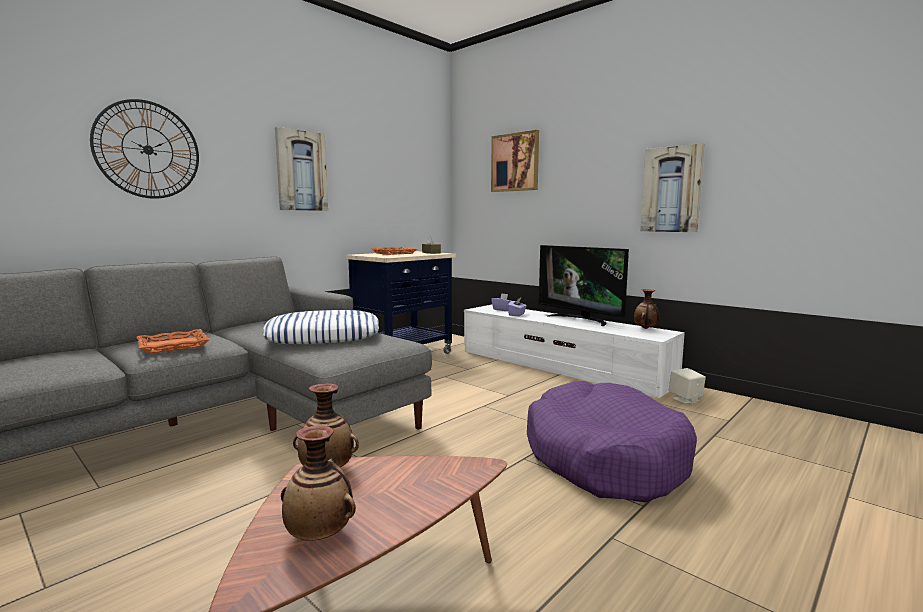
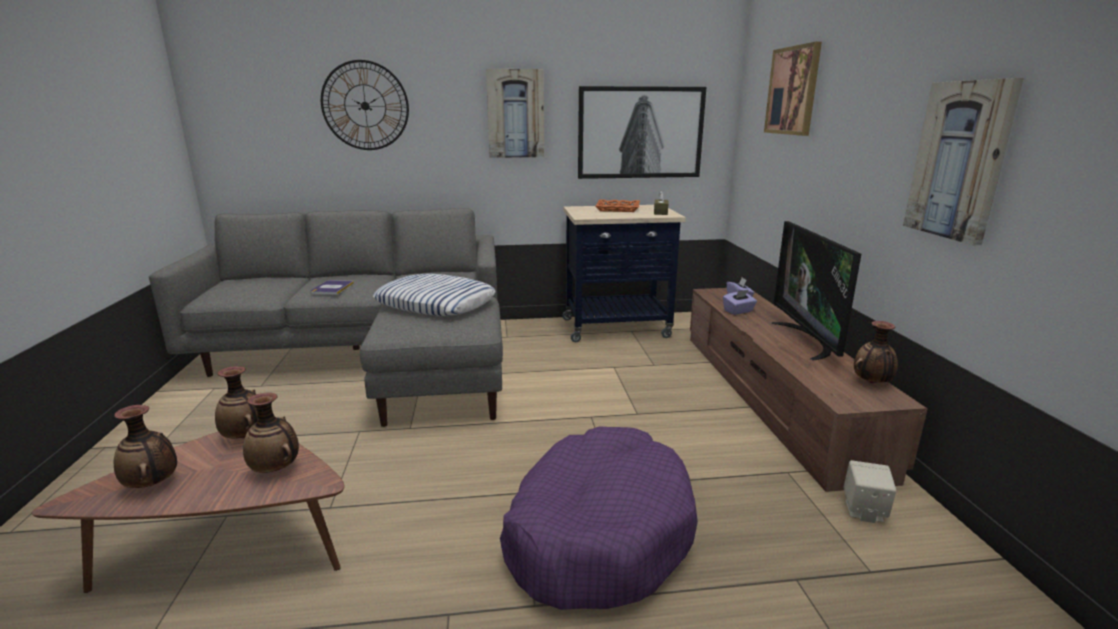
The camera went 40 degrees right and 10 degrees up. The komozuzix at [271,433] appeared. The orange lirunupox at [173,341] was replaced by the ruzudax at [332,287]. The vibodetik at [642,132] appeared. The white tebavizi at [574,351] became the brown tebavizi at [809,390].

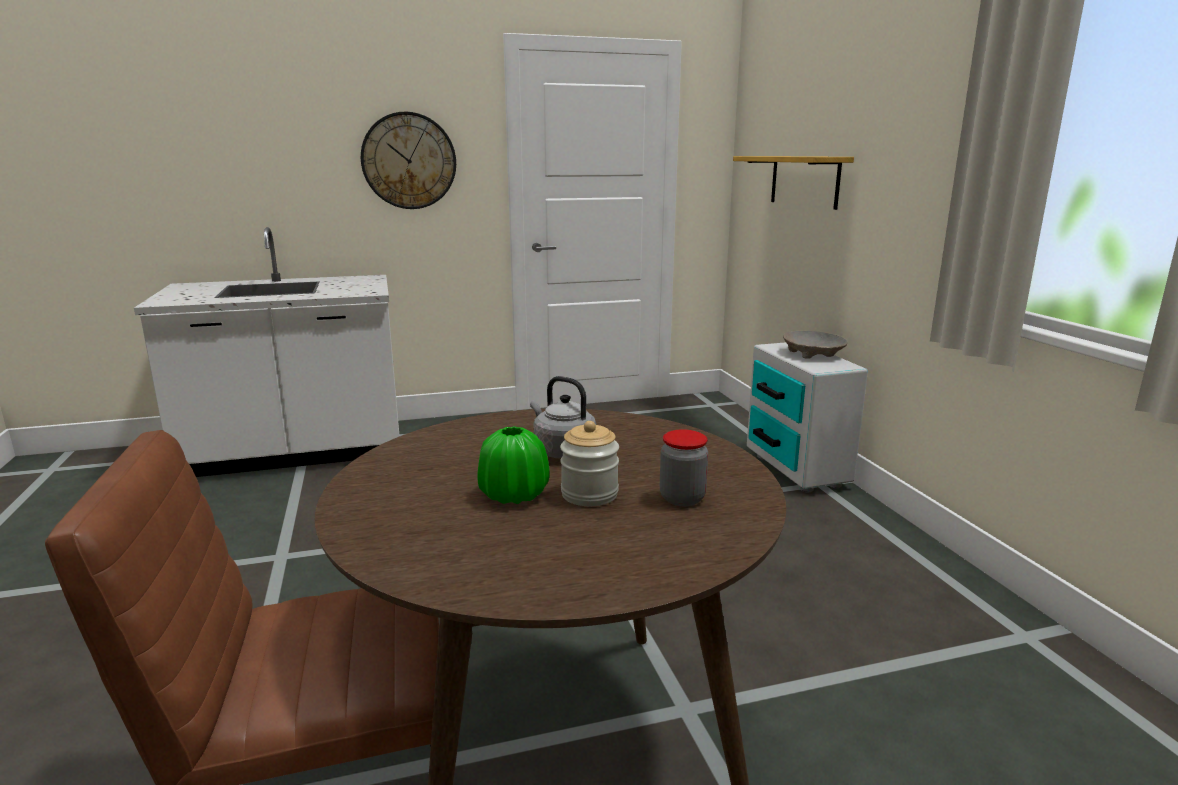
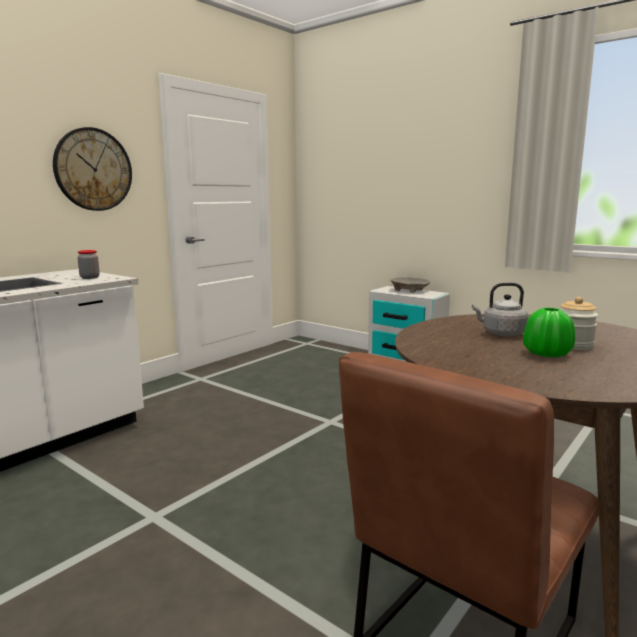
The camera went 35 degrees left and 5 degrees down. The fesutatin moved from [684,467] to [88,264]. The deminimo at [793,183] disappeared.

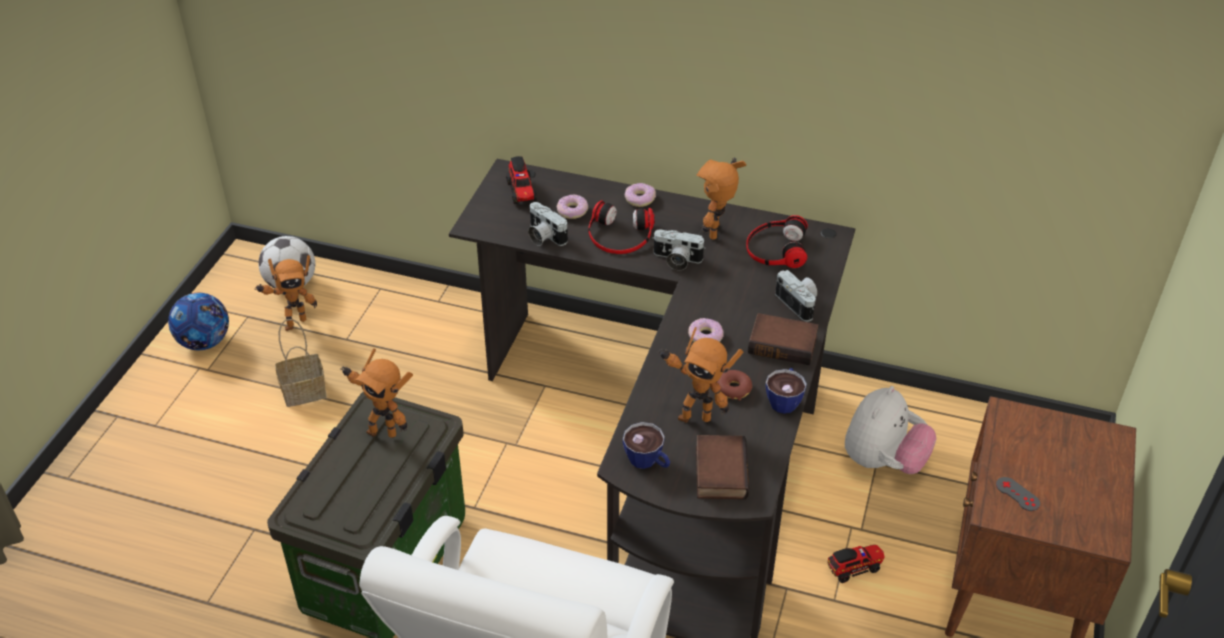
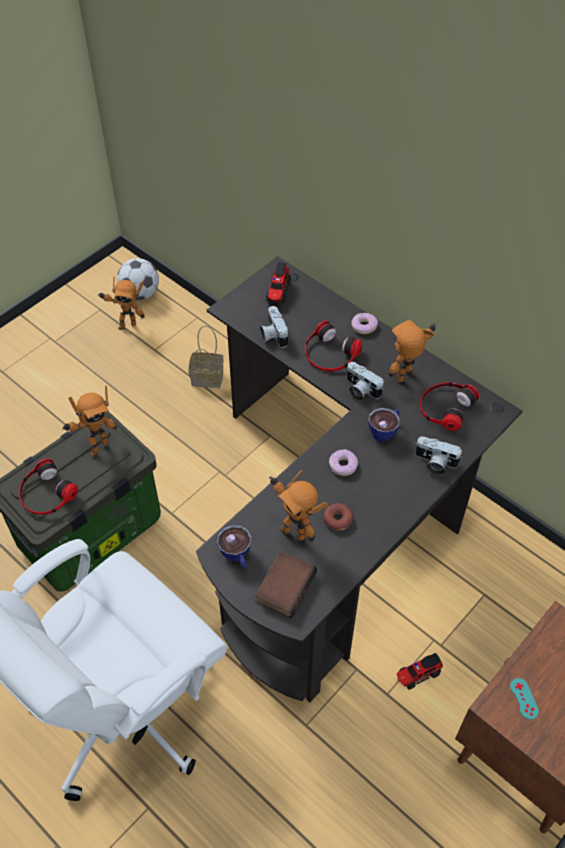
The camera went 25 degrees right and 10 degrees up. The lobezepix at [48,487] appeared. The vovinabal at [376,393] turned 90 degrees counterclockwise. The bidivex moved from [301,363] to [206,357]. The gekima moved from [786,391] to [384,425]. The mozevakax at [856,564] turned 150 degrees clockwise. The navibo at [796,296] turned 120 degrees clockwise. The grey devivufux at [1018,494] became the turquoise devivufux at [524,699]. The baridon at [198,321] disappeared. The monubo at [572,206] disappeared. The ruzudax at [783,339] disappeared. The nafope at [891,430] disappeared.

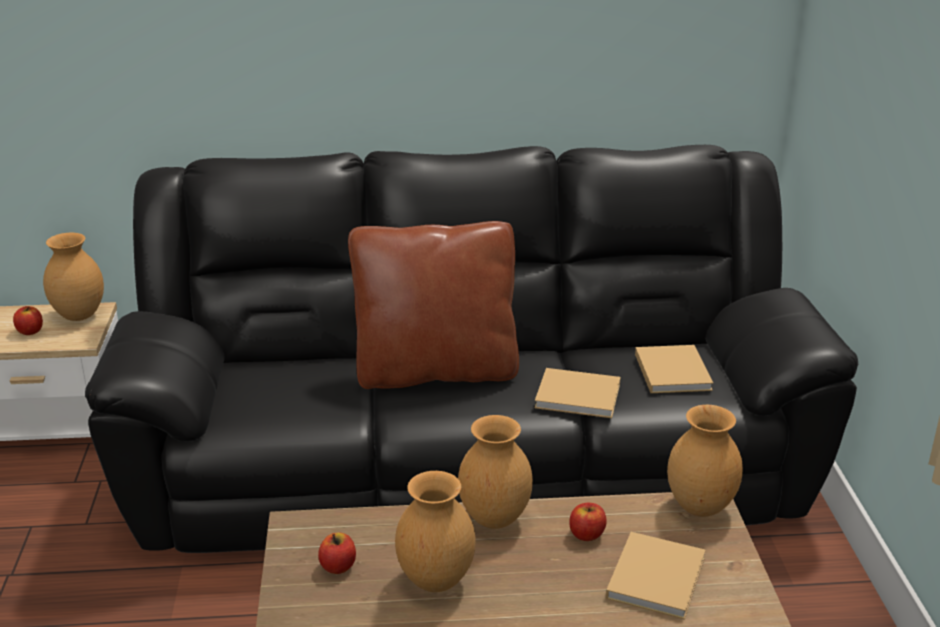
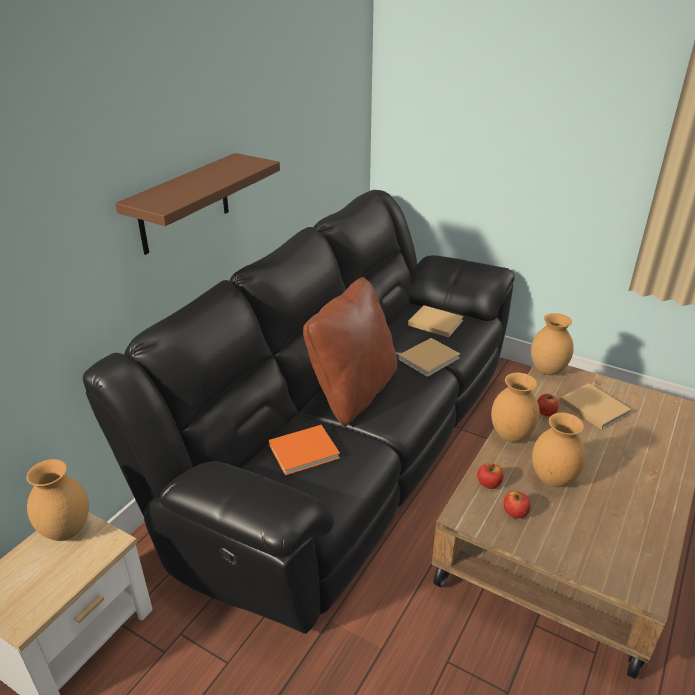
The camera went 55 degrees left and 5 degrees up. The brown deminimo at [197,204] appeared. The orange ruzudax at [304,450] appeared. The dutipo moved from [28,320] to [490,476].

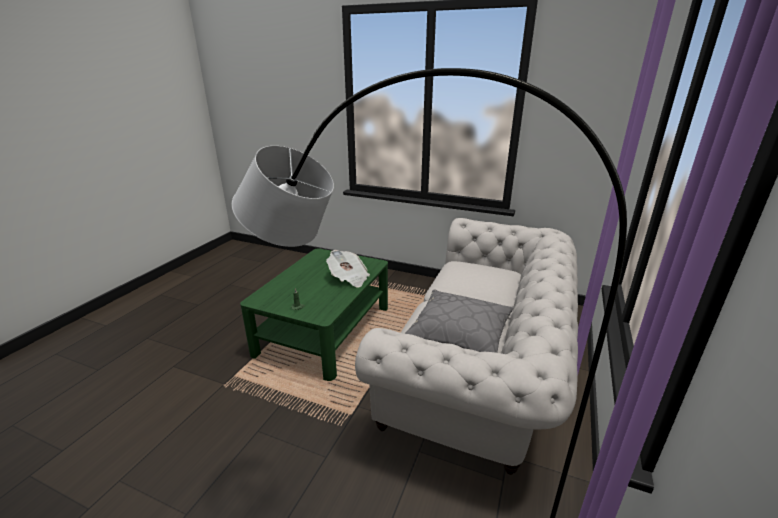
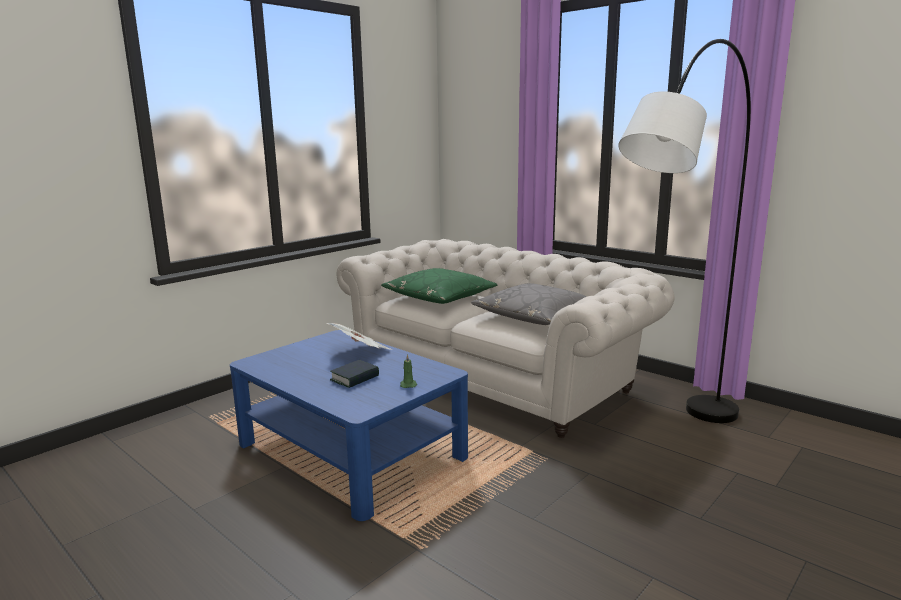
The camera went 70 degrees left and 10 degrees down. The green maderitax at [314,314] became the blue maderitax at [349,425]. The ruzudax at [354,374] appeared. The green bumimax at [439,286] appeared.

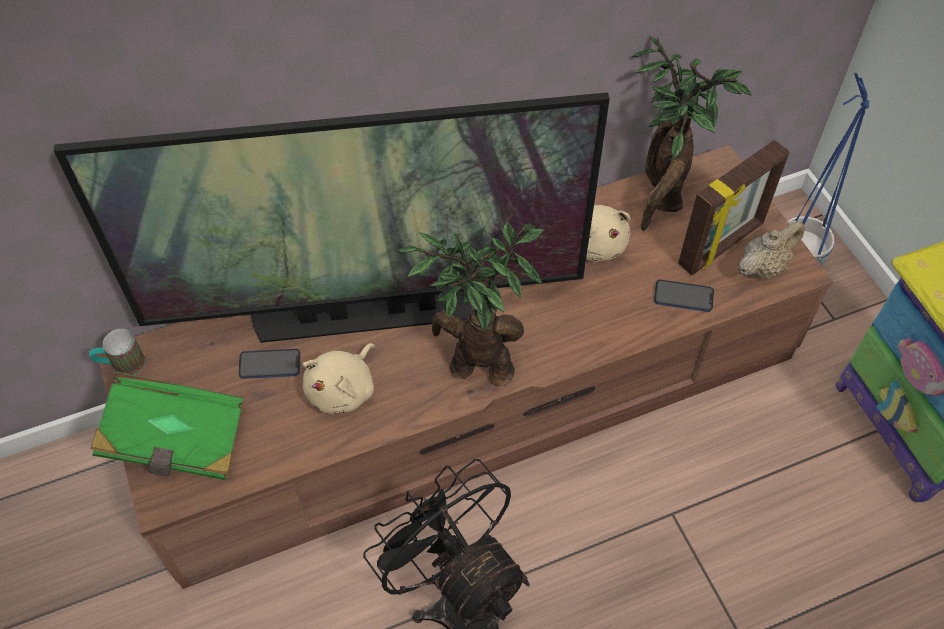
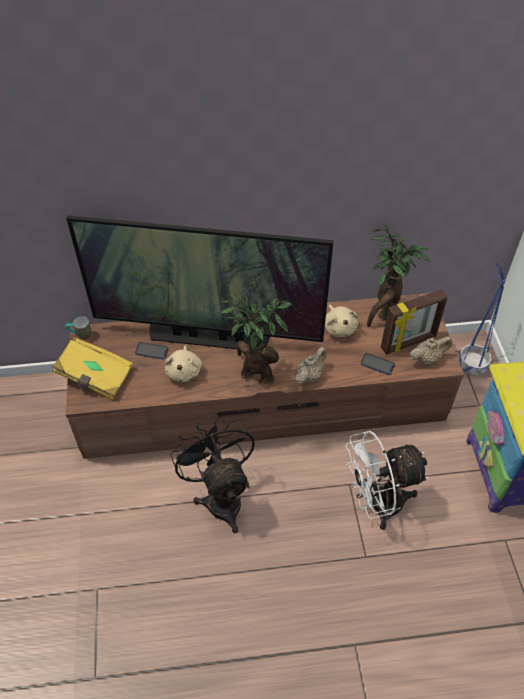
The camera went 15 degrees right and 5 degrees down. The green ruzudax at [167,426] became the yellow ruzudax at [93,367]. The beige nafope at [338,378] turned 45 degrees counterclockwise. The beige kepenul at [311,365] appeared. The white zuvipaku at [387,480] appeared.

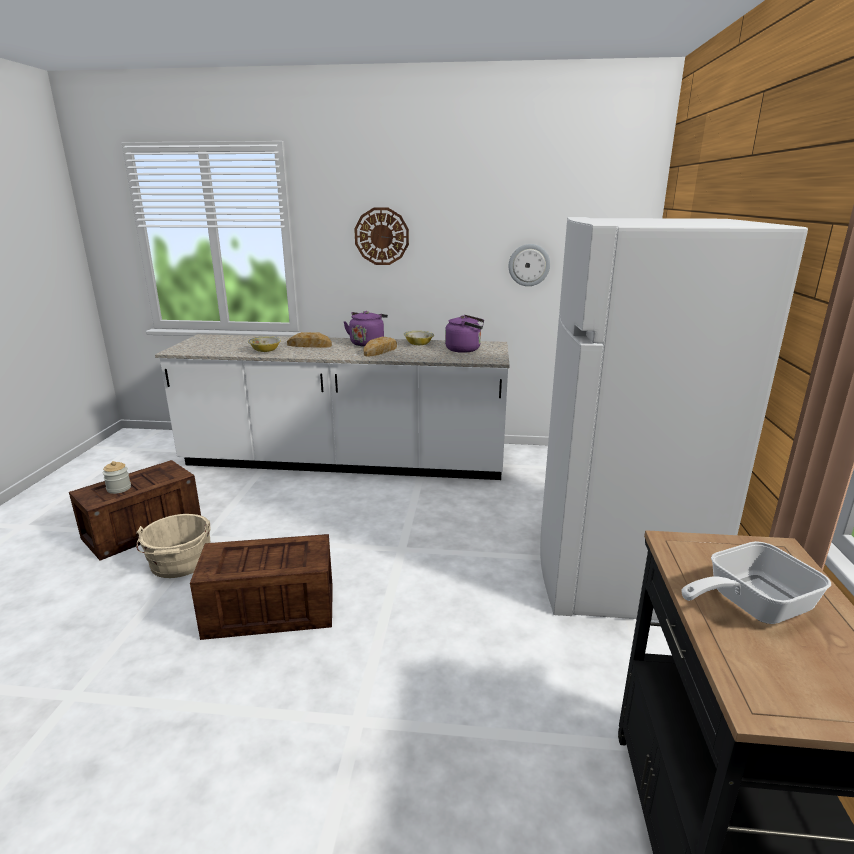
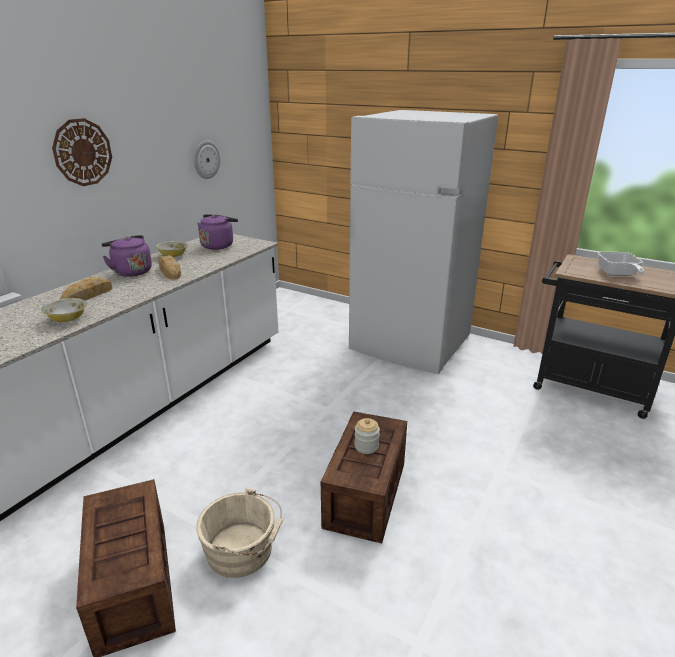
The camera went 65 degrees left and 5 degrees up. The fesutatin moved from [117,477] to [367,436].

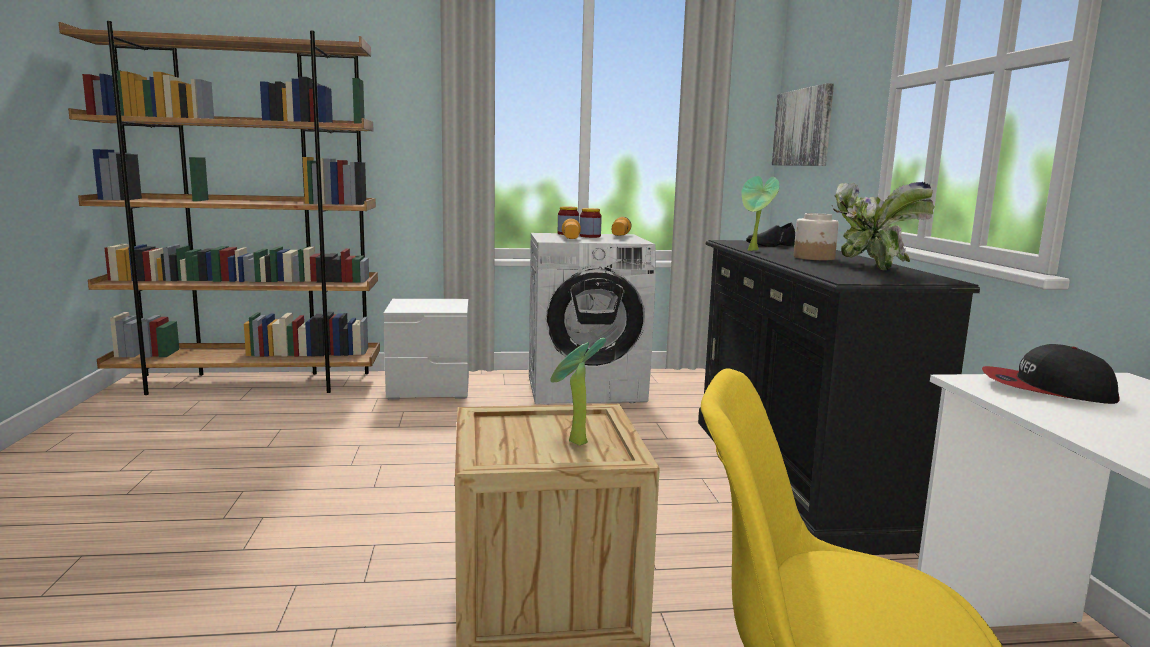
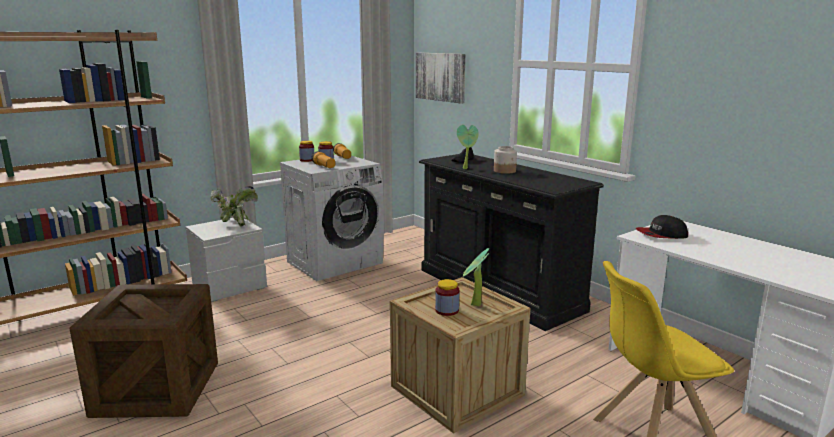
The camera went 30 degrees left and 5 degrees up. The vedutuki at [143,351] appeared. The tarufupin moved from [883,226] to [234,206]. The fesutatin at [447,297] appeared.

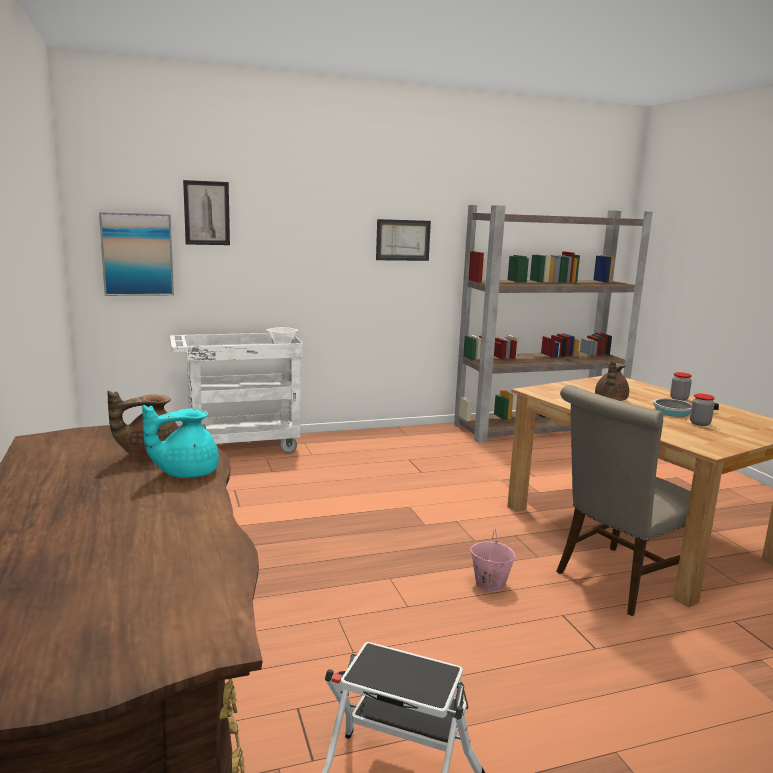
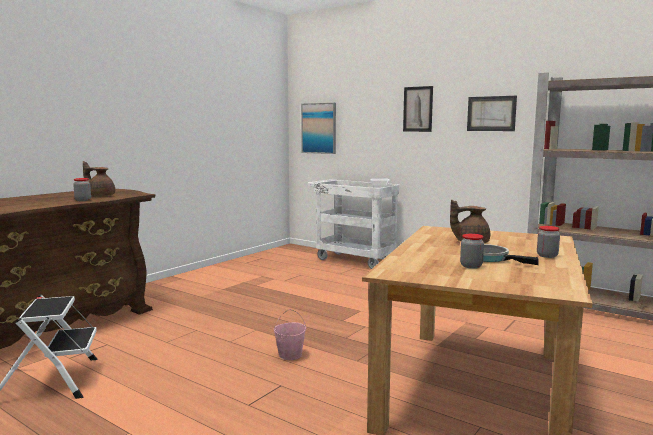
The camera went 55 degrees right and 5 degrees down. The turquoise kepenul at [180,441] was replaced by the fesutatin at [82,189]. The vibodetik moved from [206,212] to [418,109]. The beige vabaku at [623,500] disappeared.

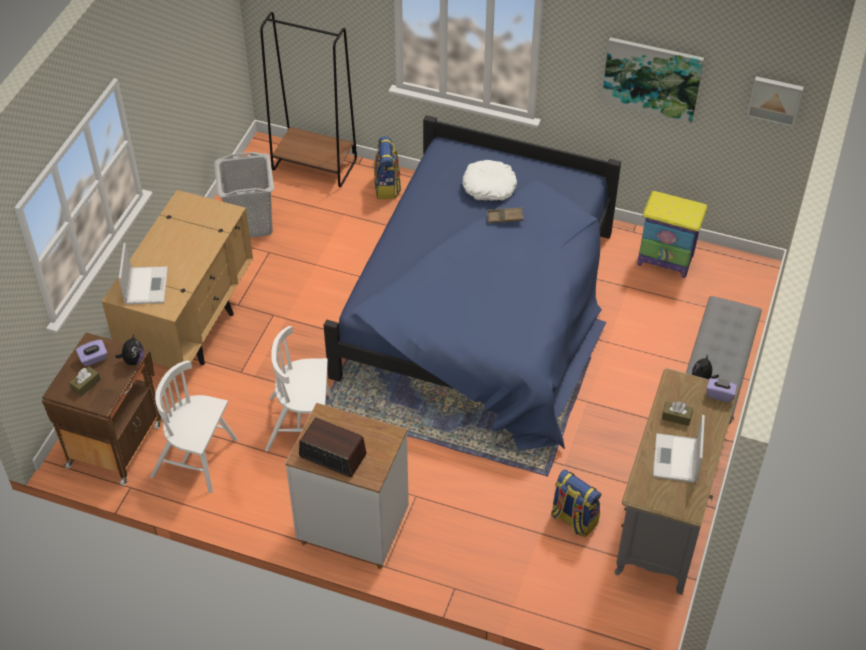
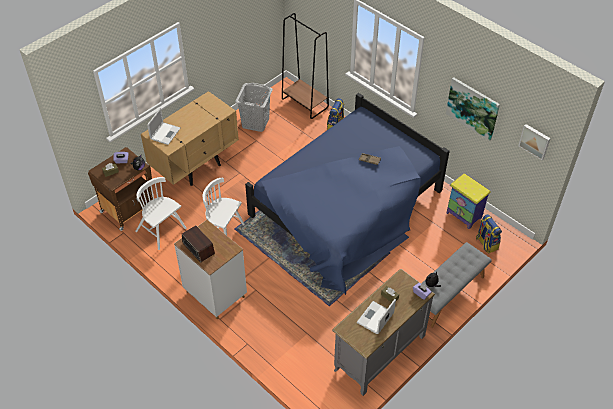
The camera went 25 degrees right and 0 degrees up. The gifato moved from [576,503] to [489,233]. The white bumimax at [489,180] disappeared.

